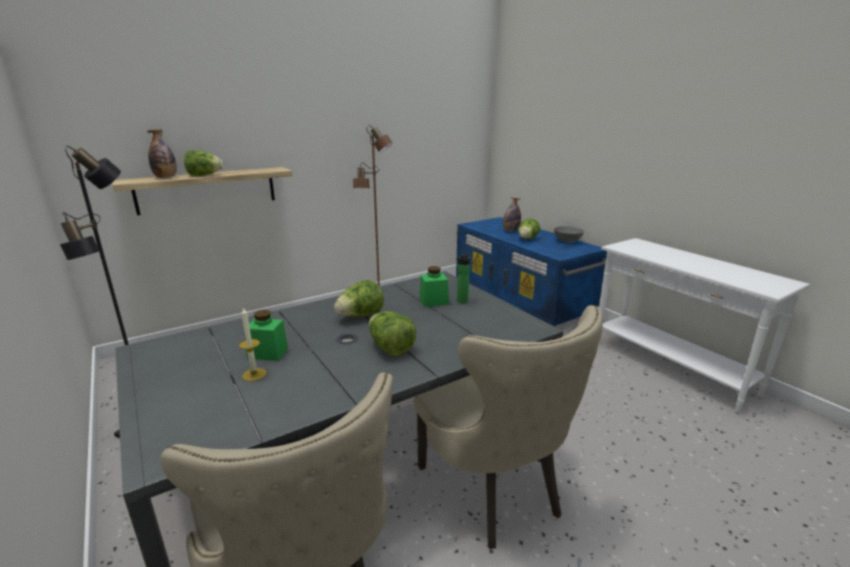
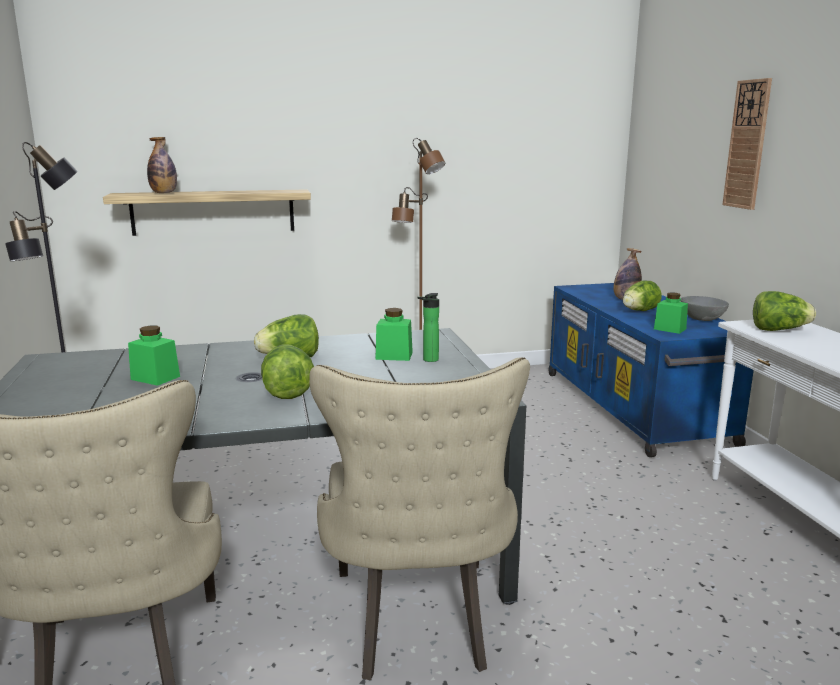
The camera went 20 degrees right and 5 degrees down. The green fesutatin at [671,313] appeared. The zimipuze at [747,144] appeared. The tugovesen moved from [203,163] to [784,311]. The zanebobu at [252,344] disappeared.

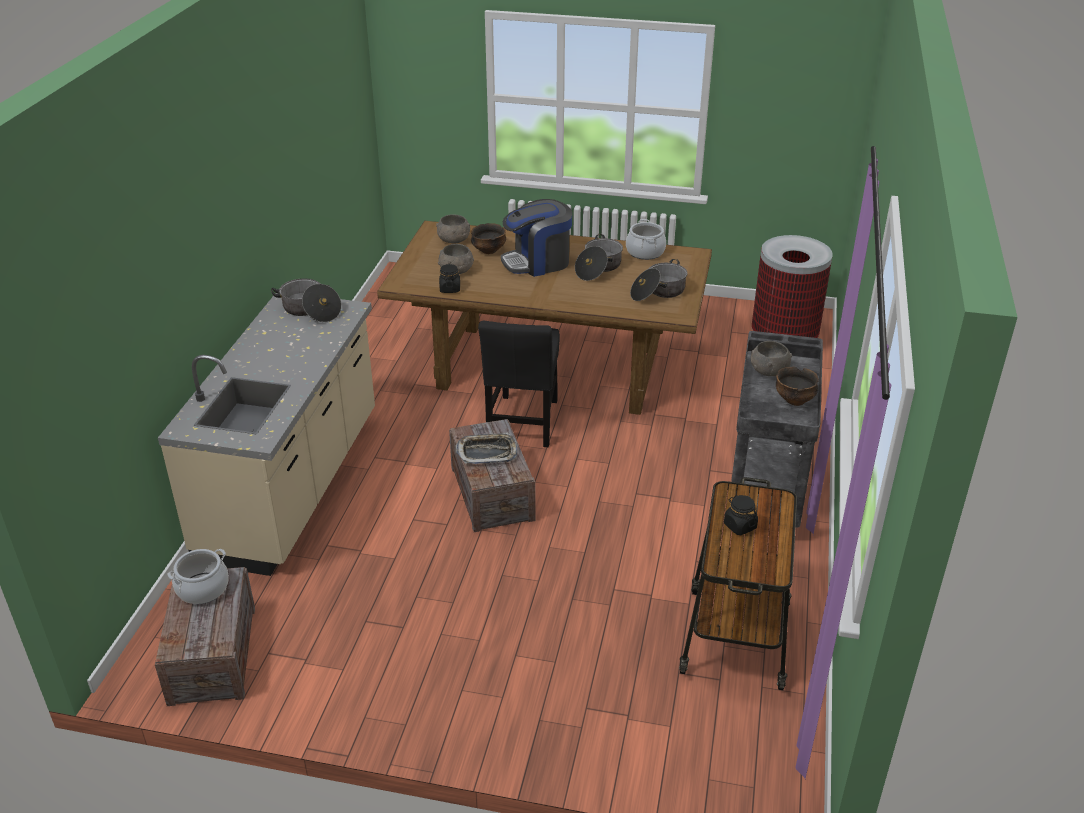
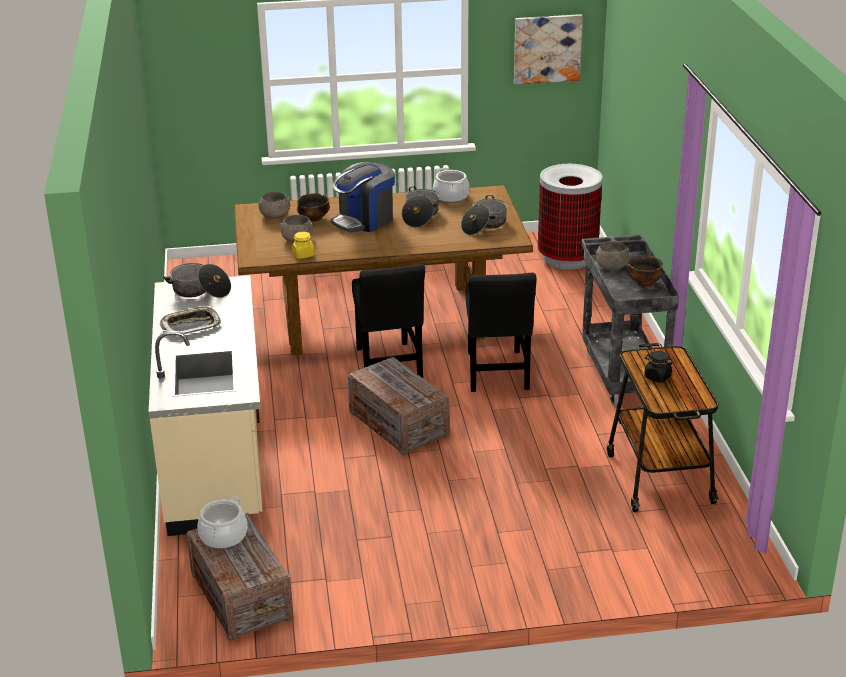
The camera went 20 degrees left and 5 degrees down. The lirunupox moved from [486,448] to [190,321]. The black fesutatin at [449,278] became the yellow fesutatin at [303,245]. The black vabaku at [501,332] appeared. The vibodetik at [548,49] appeared.

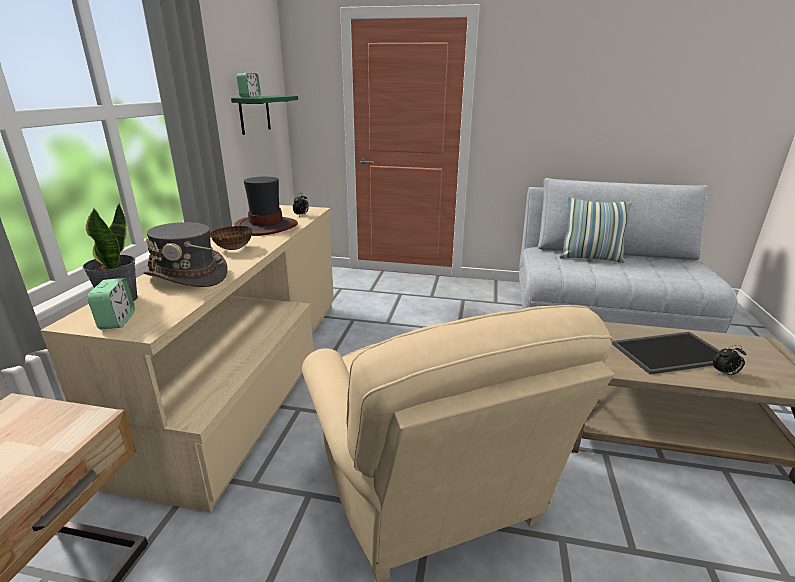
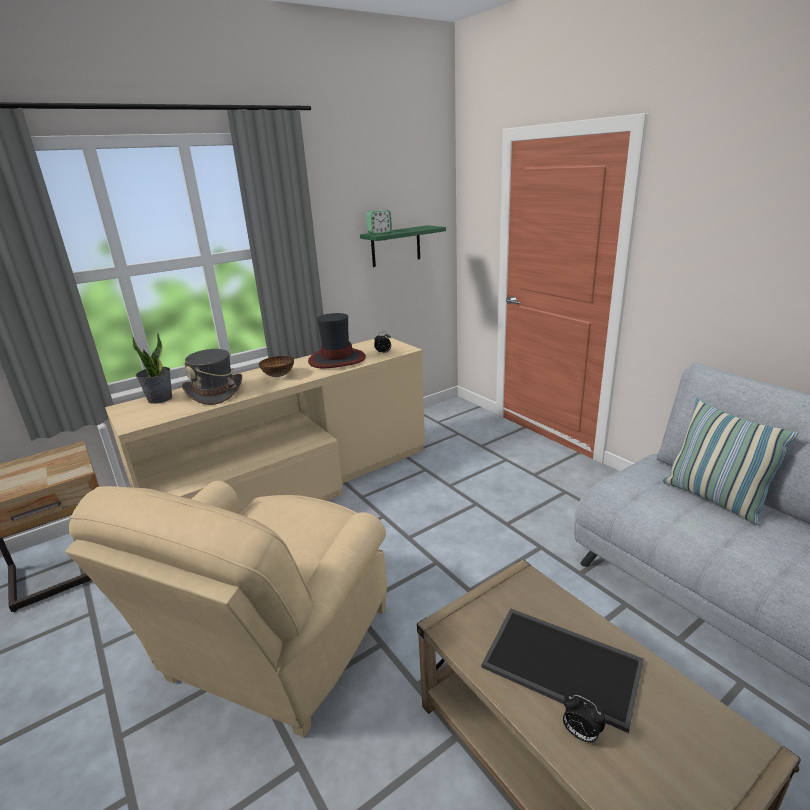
The camera went 45 degrees right and 0 degrees up. The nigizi at [111,303] disappeared.

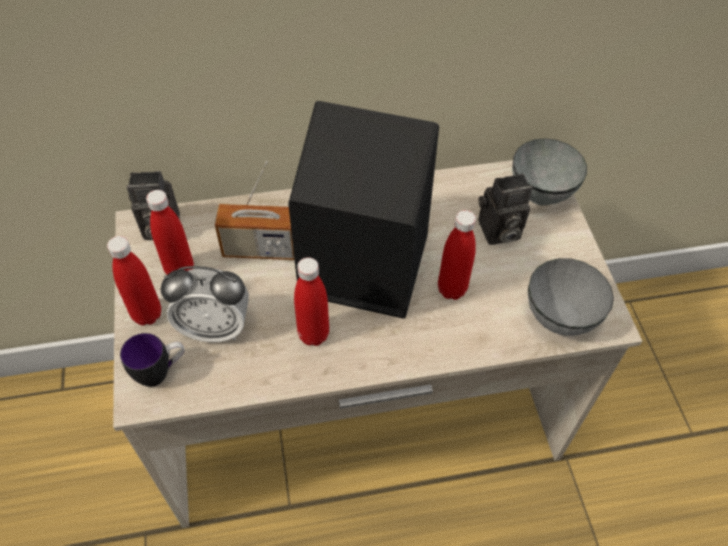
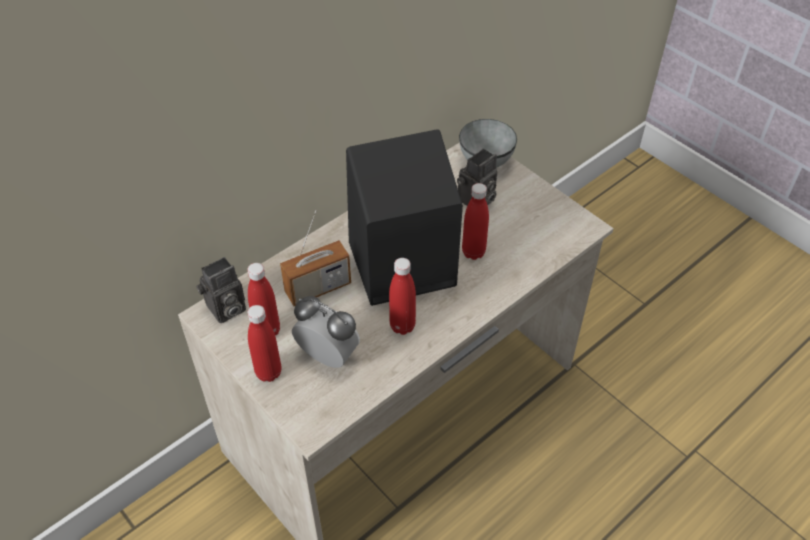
The camera went 30 degrees left and 5 degrees down. The nigizi at [205,304] turned 120 degrees counterclockwise. The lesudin at [152,360] disappeared. The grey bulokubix at [571,297] disappeared.

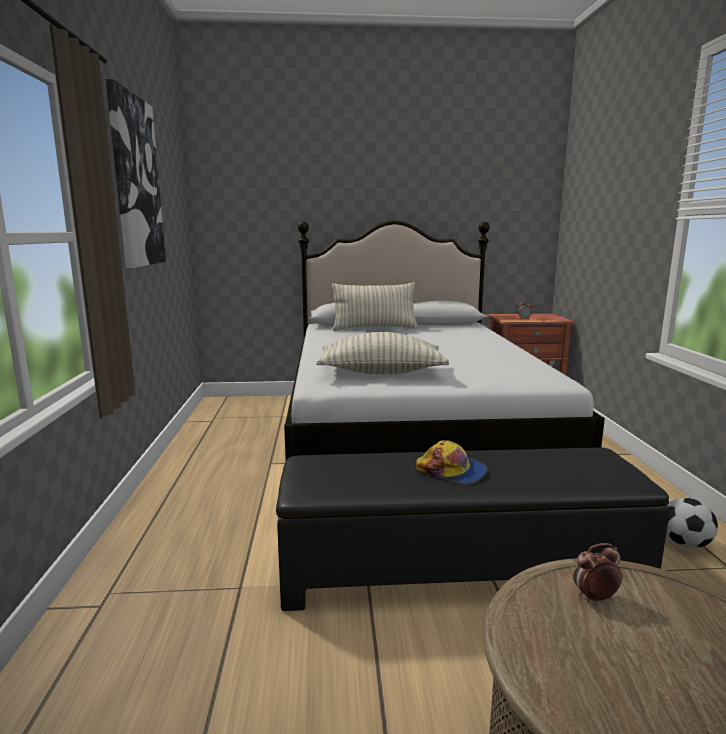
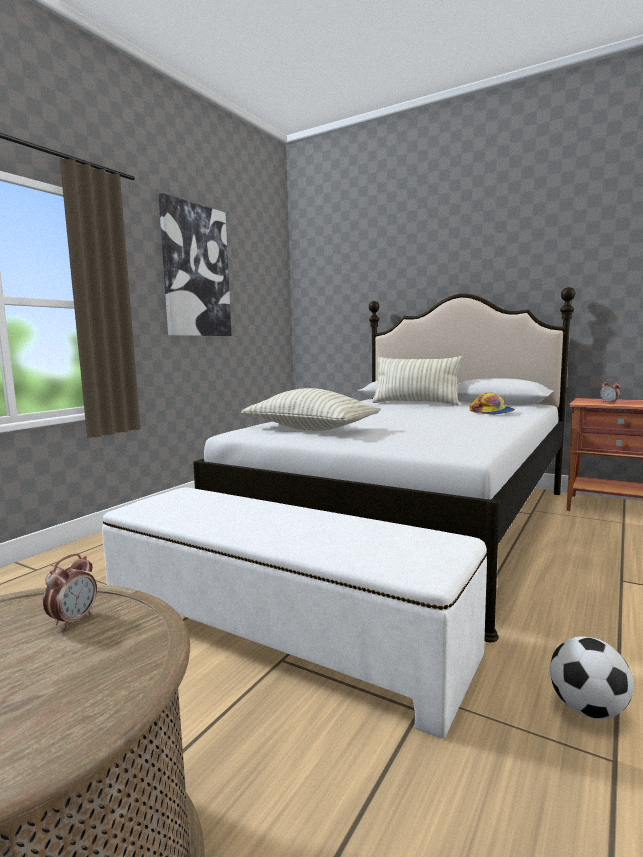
The camera went 35 degrees right and 5 degrees down. The nigizi at [598,573] turned 90 degrees clockwise. The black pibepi at [473,529] became the white pibepi at [294,612]. The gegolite moved from [451,462] to [492,403].

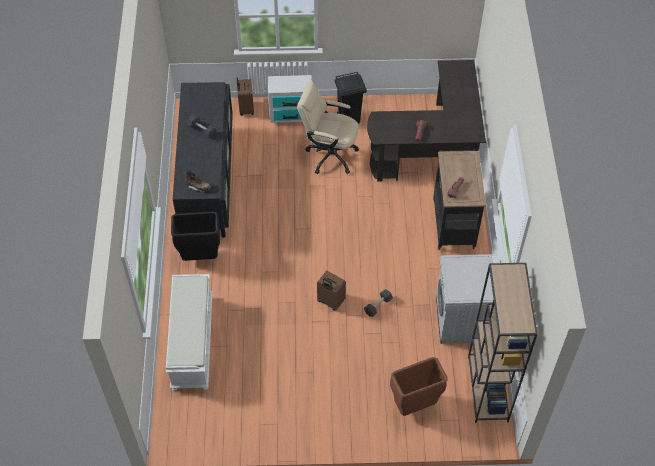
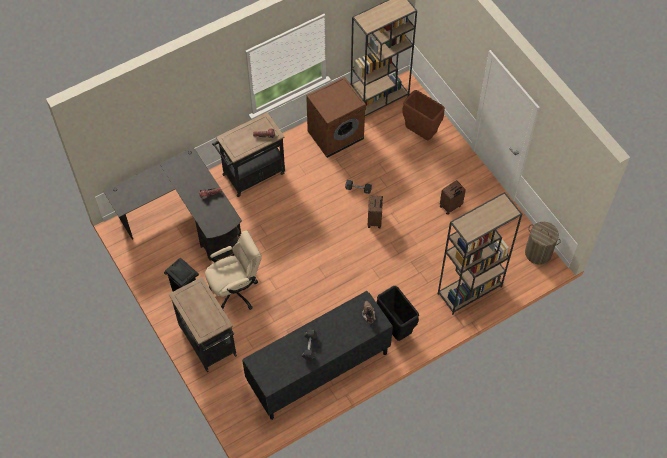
The camera went 120 degrees left and 5 degrees up. The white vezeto at [290,99] was replaced by the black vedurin at [203,324]. The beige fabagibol at [328,128] turned 105 degrees counterclockwise. The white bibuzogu at [464,299] became the brown bibuzogu at [336,117]. The white pibepi at [189,332] was replaced by the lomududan at [480,253]. The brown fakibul moved from [245,96] to [453,197]. The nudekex at [543,243] appeared.

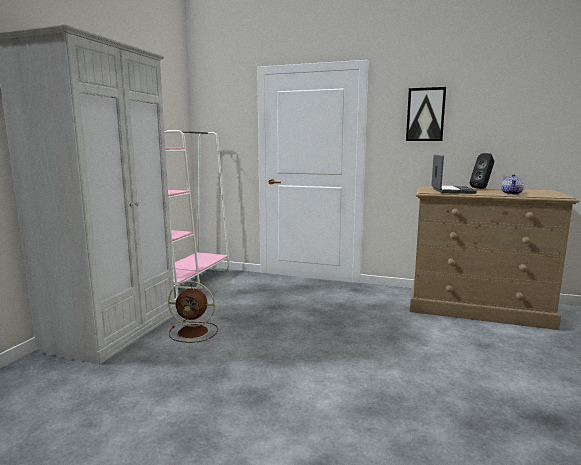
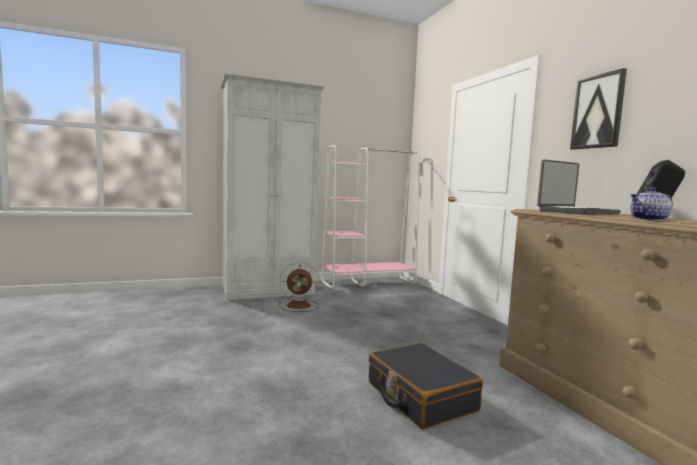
The camera went 50 degrees right and 5 degrees down. The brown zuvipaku at [193,312] turned 60 degrees counterclockwise. The black fakibul at [425,386] appeared.

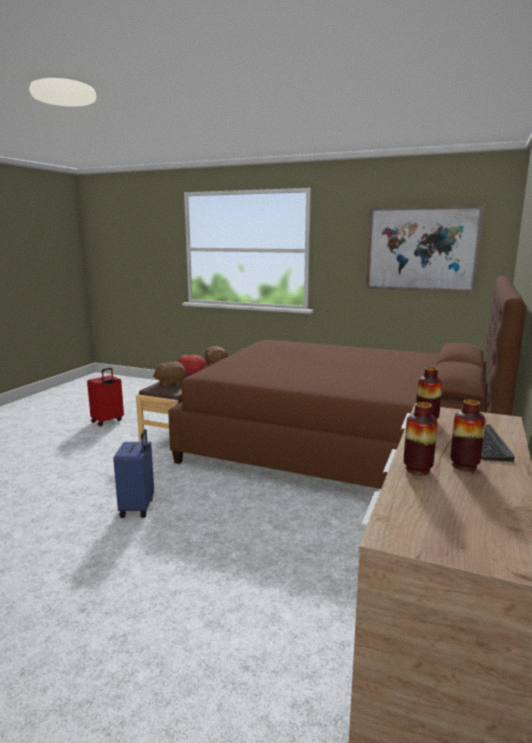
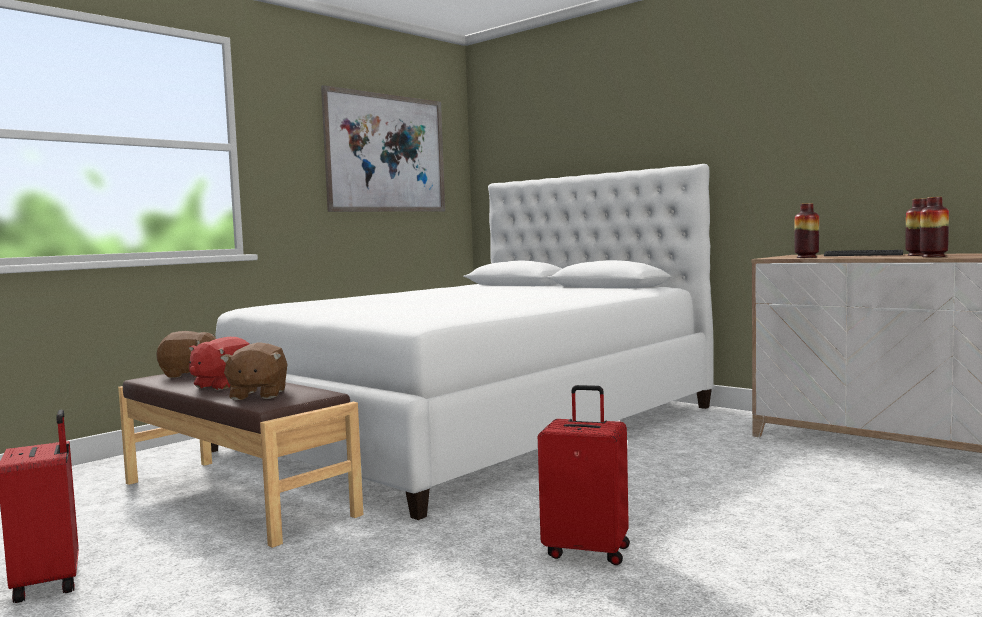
The camera went 70 degrees left and 10 degrees down. The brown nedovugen at [347,382] became the white nedovugen at [462,342]. The blue fakibul at [133,473] became the red fakibul at [584,475].

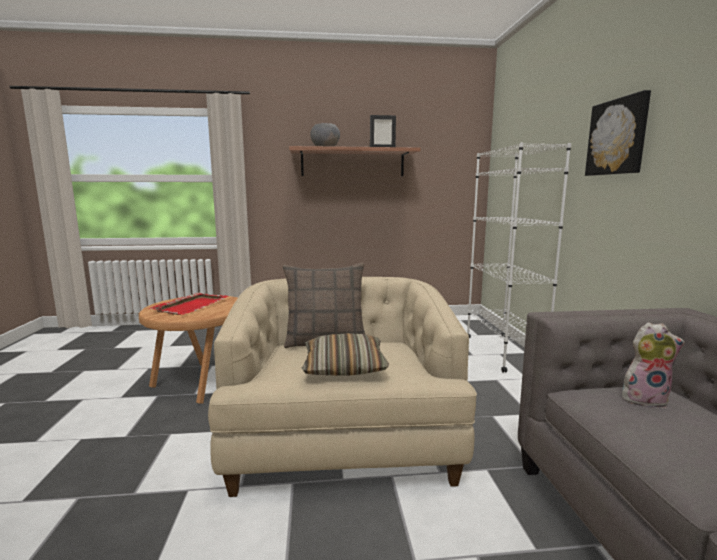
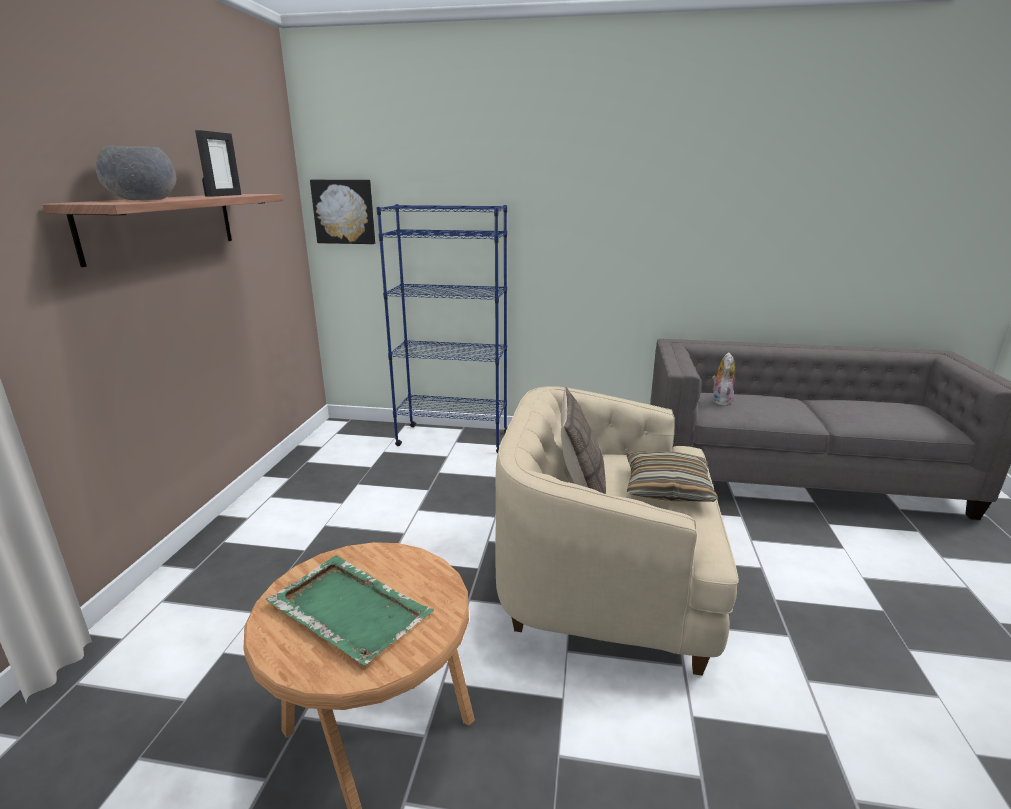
The camera went 75 degrees left and 10 degrees up. The red lirunupox at [188,304] became the green lirunupox at [349,610]. The vibodetik moved from [618,133] to [342,212]. The white lomududan at [519,257] became the blue lomududan at [441,328].

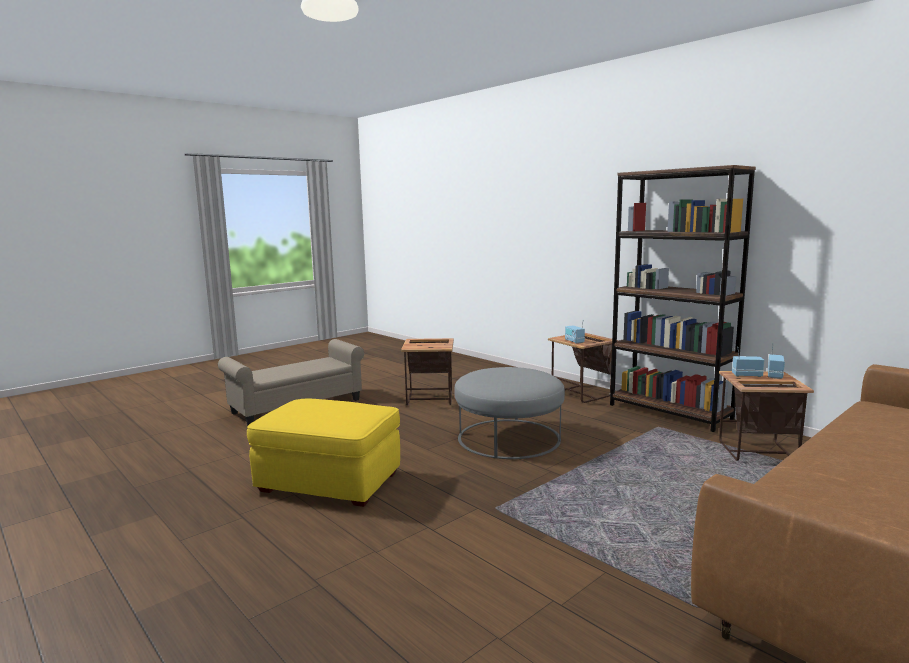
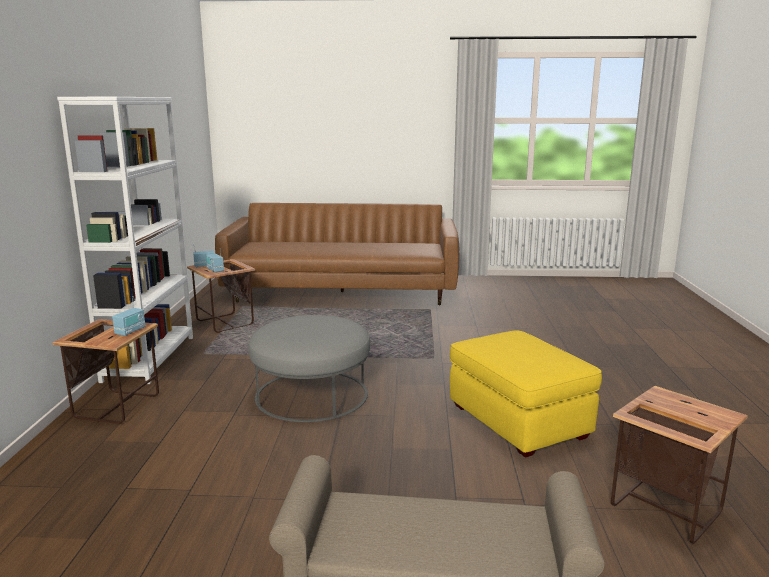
The camera went 135 degrees left and 5 degrees up. The brown lomududan at [683,298] became the white lomududan at [125,240]. The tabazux moved from [427,371] to [679,465].

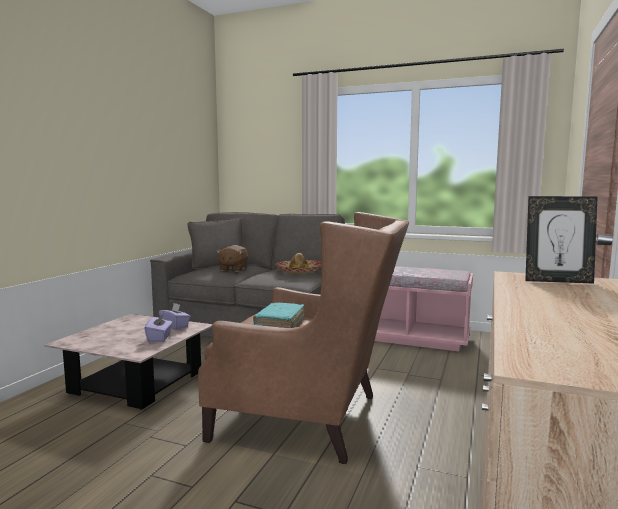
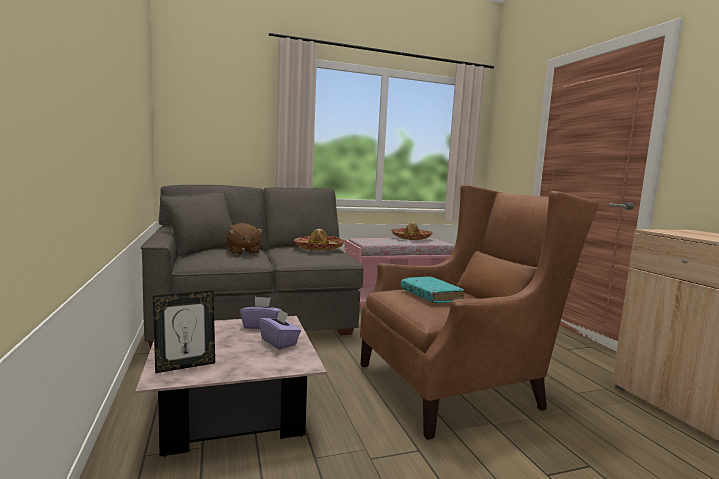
The camera went 40 degrees left and 0 degrees up. The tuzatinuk moved from [561,240] to [184,332]. The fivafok at [412,231] appeared.

